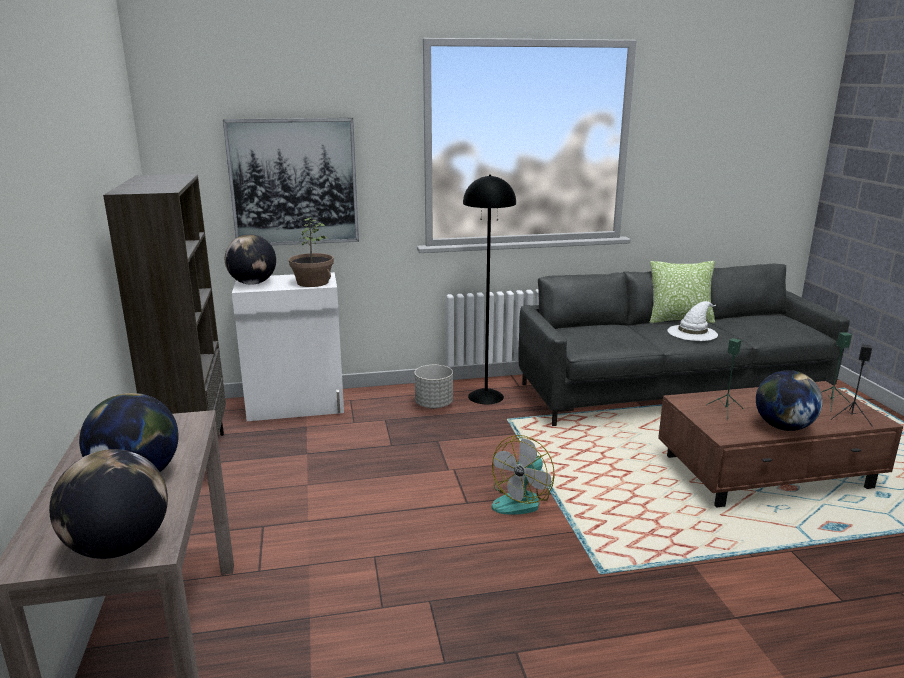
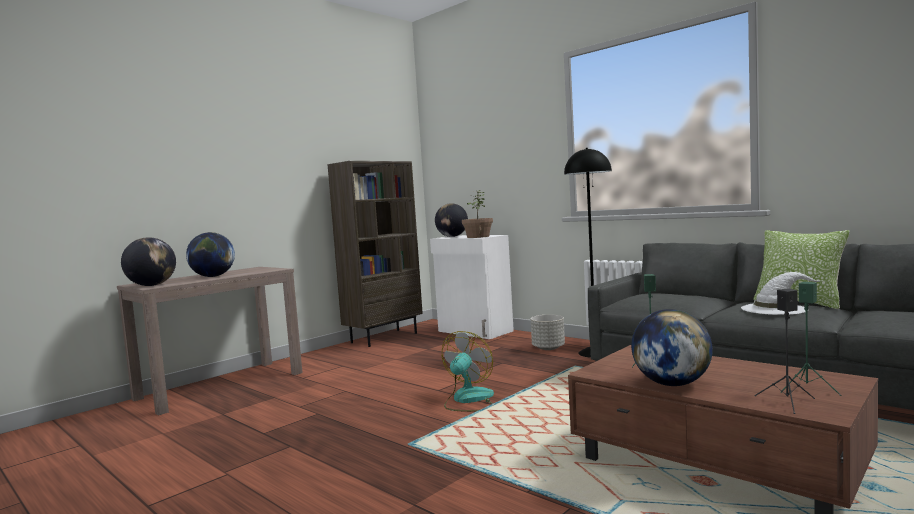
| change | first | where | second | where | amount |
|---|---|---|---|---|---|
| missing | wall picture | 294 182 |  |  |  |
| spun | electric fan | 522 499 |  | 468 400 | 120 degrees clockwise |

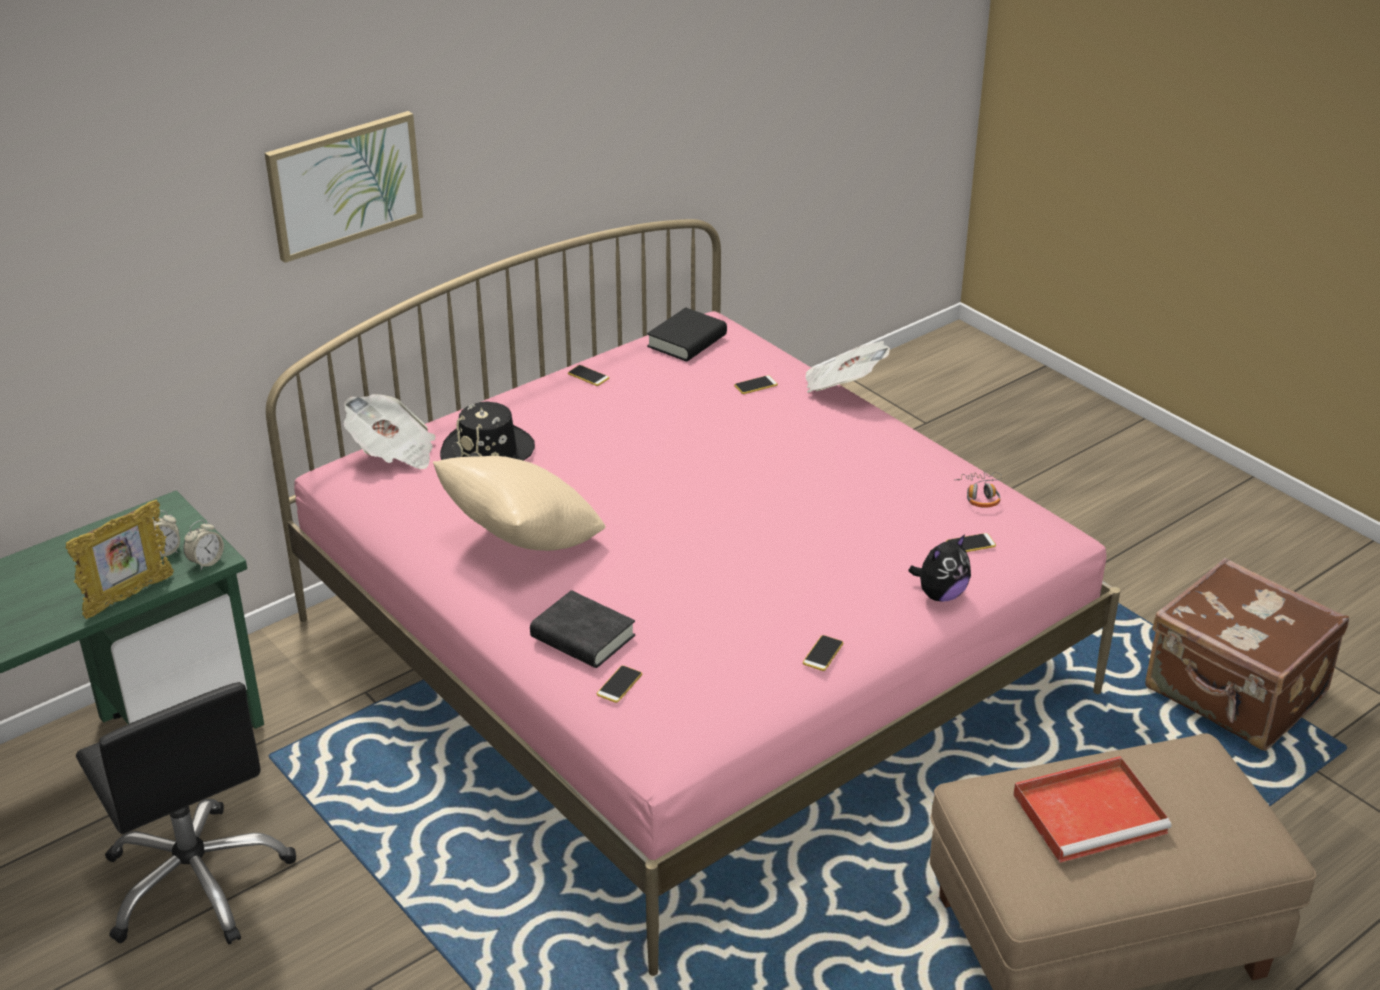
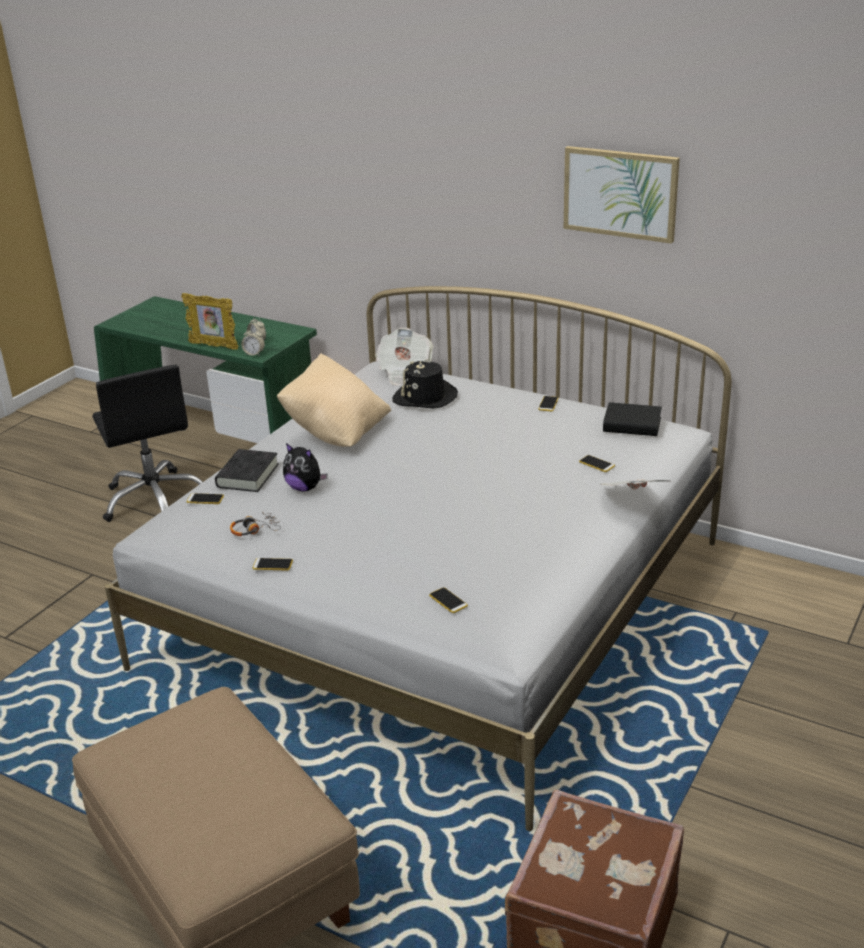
| change | first | where | second | where | amount |
|---|---|---|---|---|---|
| missing | red carrying tray | 1091 812 |  |  |  |
| relocated | wall picture | 344 184 |  | 620 193 |  |
| relocated | plush toy | 940 594 |  | 305 488 |  |
| relocated | headphones | 981 495 |  | 255 530 |  |
| colour | pinkish sleeping bed | 689 655 | white sleeping bed | 438 603 |  |
| spun | black-coloured computer chair | 196 880 |  | 155 499 | 60 degrees counterclockwise |

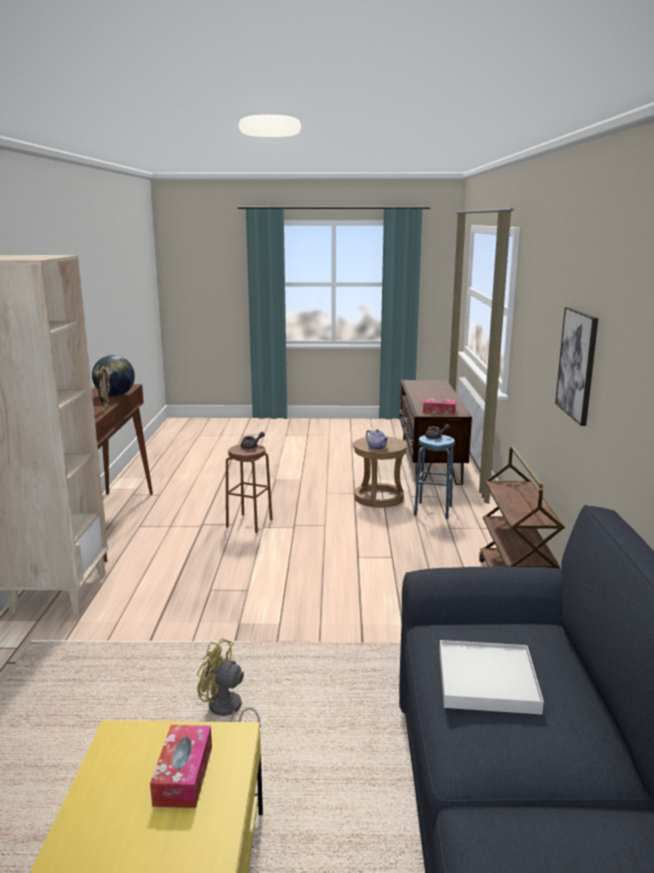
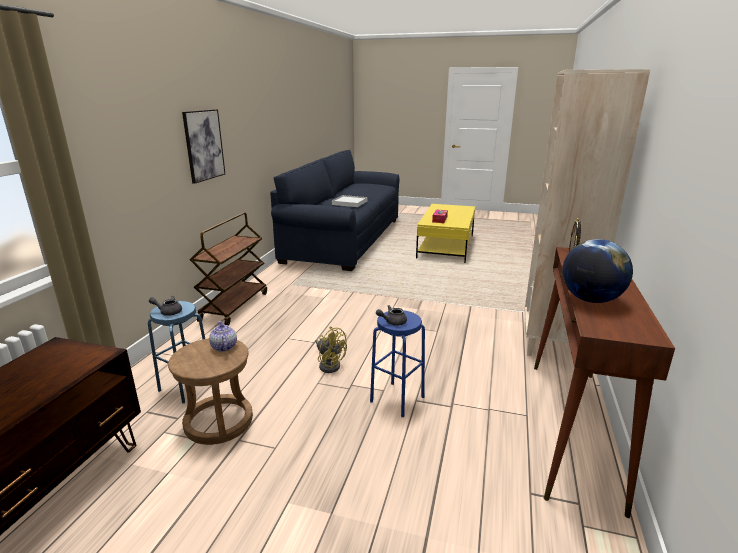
| change | first | where | second | where | amount |
|---|---|---|---|---|---|
| missing | box of tissues | 439 411 |  |  |  |
| relocated | yellow electric fan | 226 711 |  | 329 364 |  |
| colour | brownish sitting stool | 249 523 | blue sitting stool | 397 399 |  |

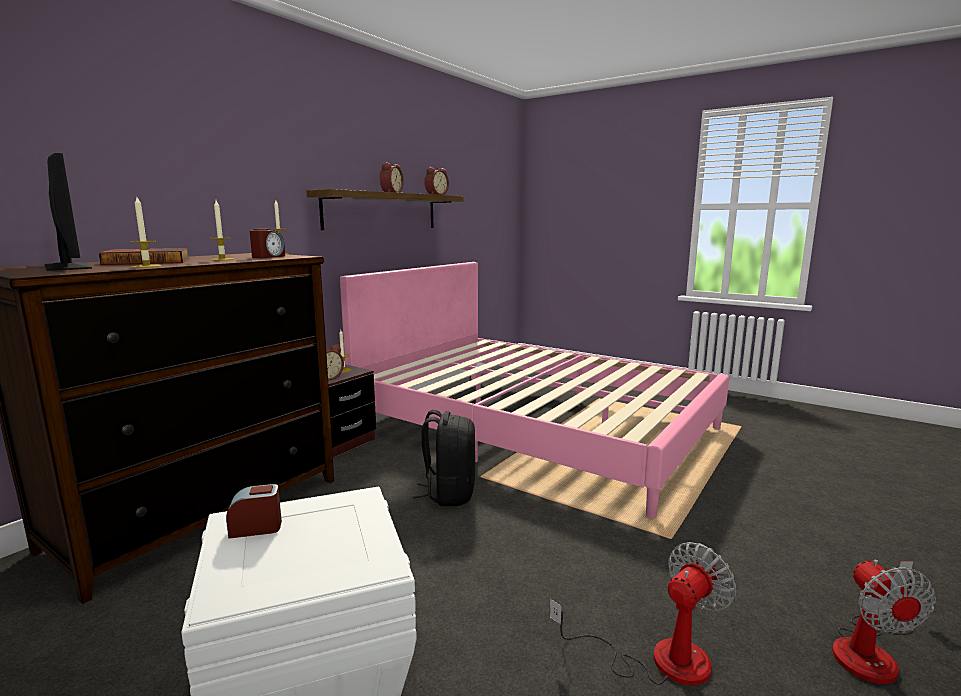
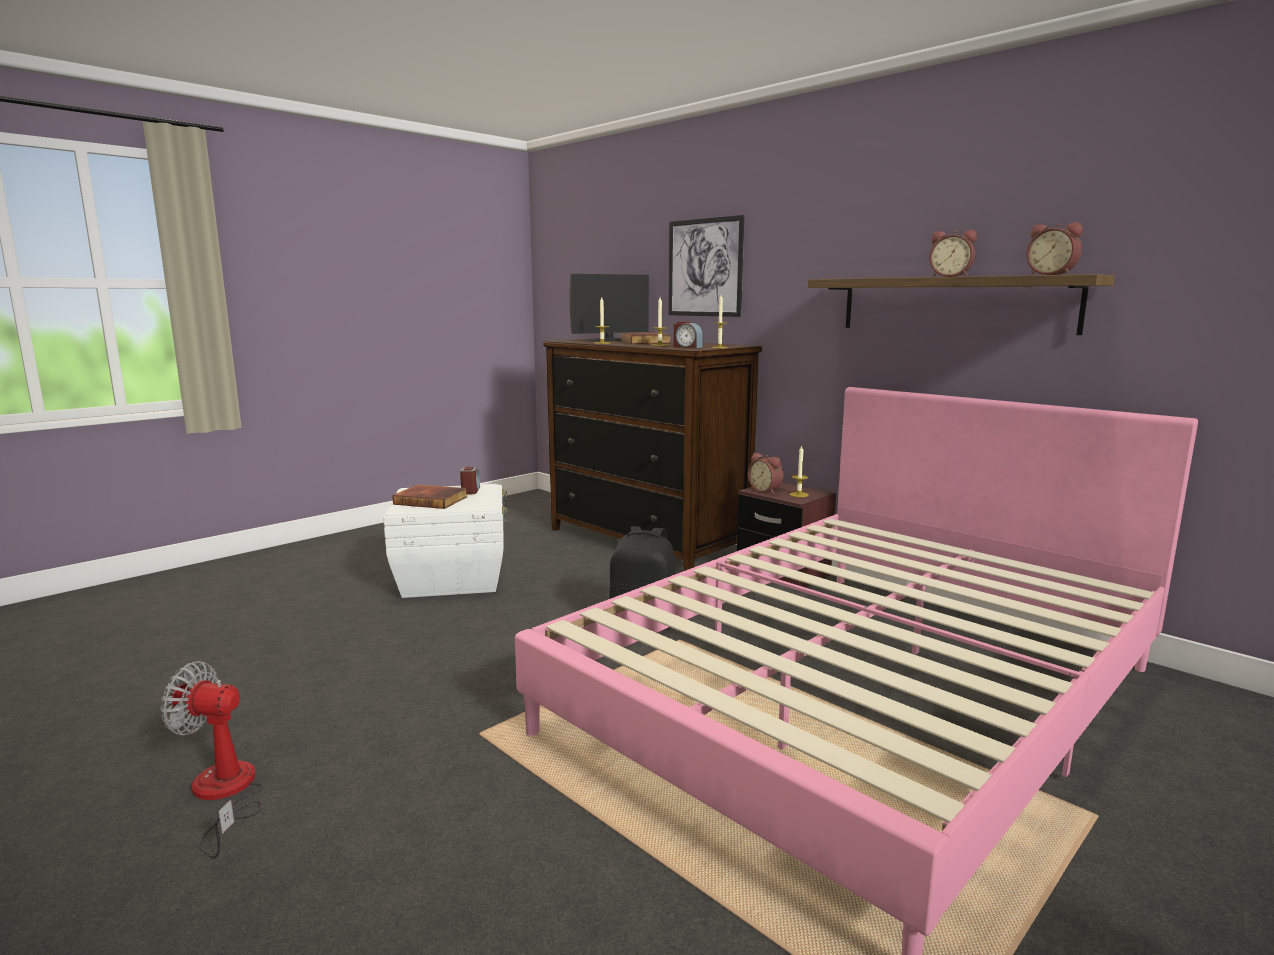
| change | first | where | second | where | amount |
|---|---|---|---|---|---|
| missing | electric fan | 659 659 |  |  |  |
| appeared |  |  | bound book | 432 500 |  |
| appeared |  |  | wall picture | 704 267 |  |

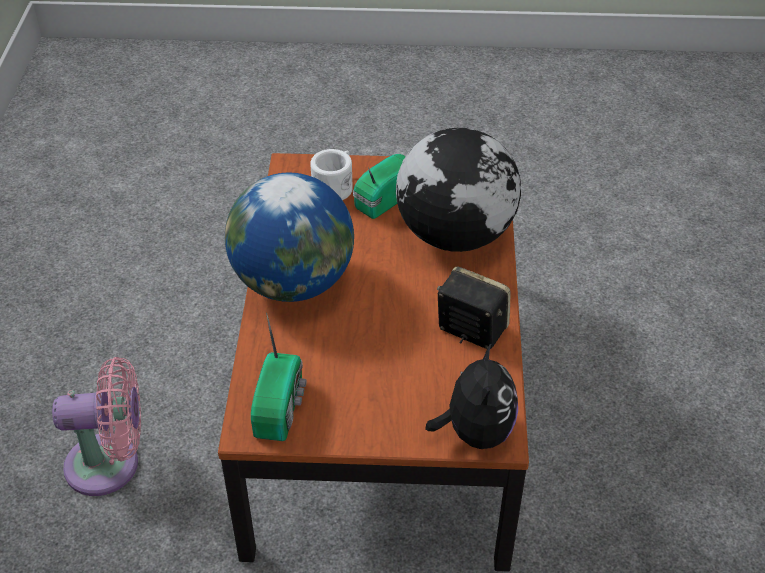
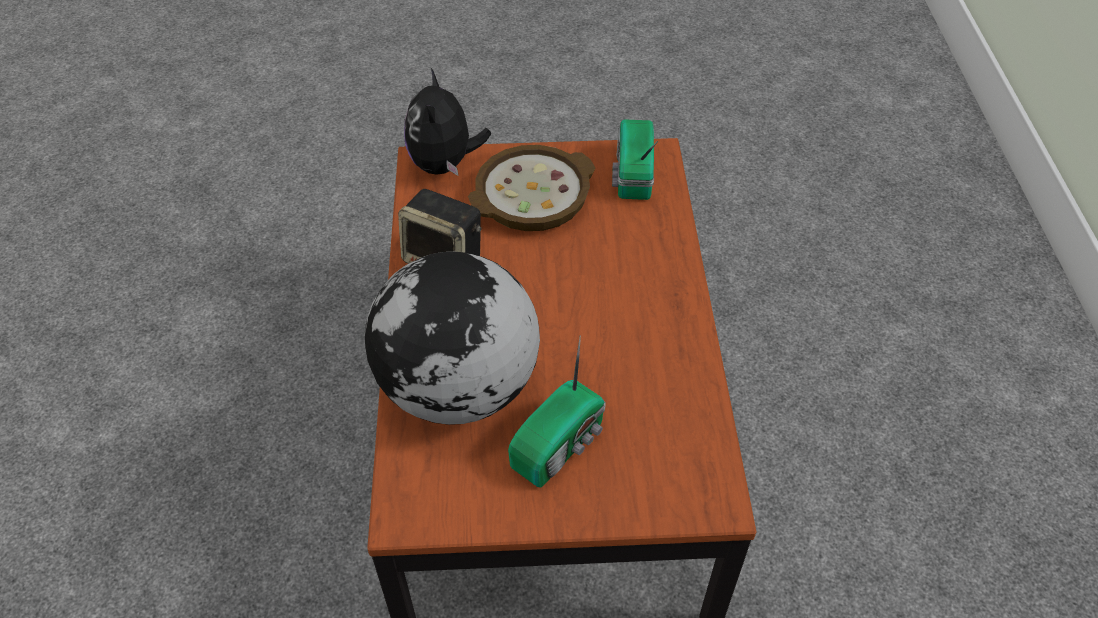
| change | first | where | second | where | amount |
|---|---|---|---|---|---|
| missing | pinkish electric fan | 110 464 |  |  |  |
| missing | desk globe | 293 283 |  |  |  |
| missing | white tea mug | 335 187 |  |  |  |
| appeared |  |  | deep dish | 531 198 |  |

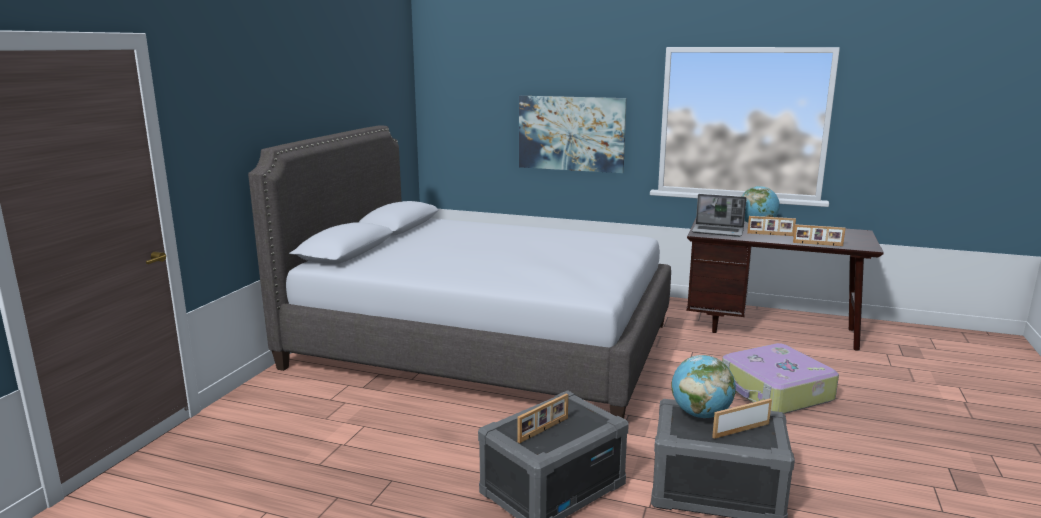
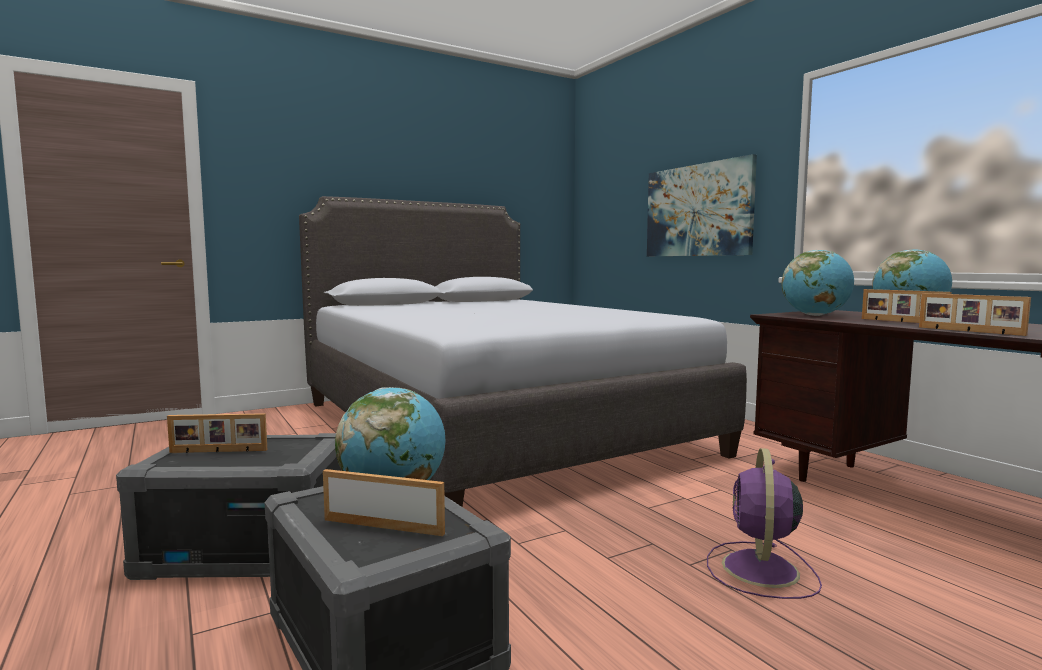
| change | first | where | second | where | amount |
|---|---|---|---|---|---|
| exchanged | portable computer | 718 231 | desk globe | 815 315 |  |
| exchanged | suitcase | 775 392 | purplish electric fan | 760 570 |  |

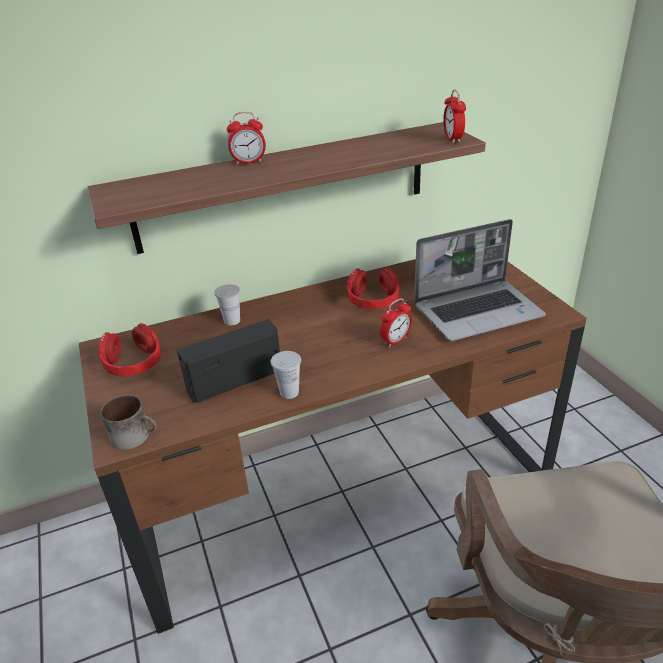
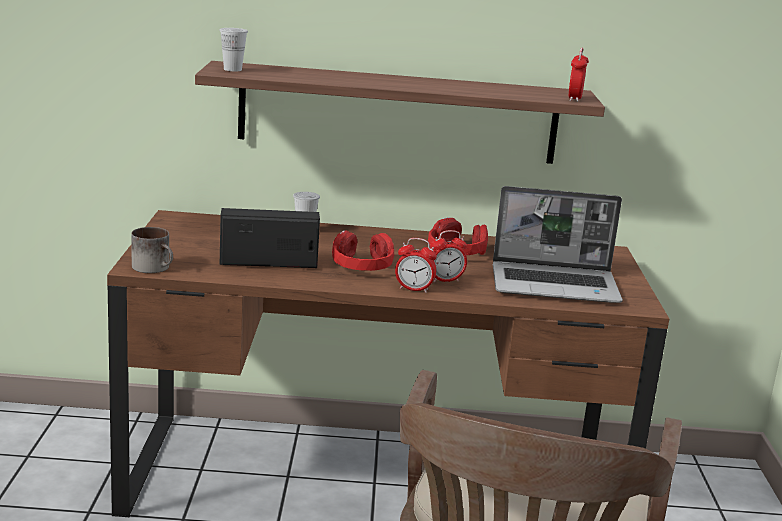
| change | first | where | second | where | amount |
|---|---|---|---|---|---|
| relocated | red headphones | 133 362 |  | 362 266 |  |
| relocated | bedside clock | 249 162 |  | 414 289 |  |
| relocated | white cup | 289 392 |  | 232 69 |  |

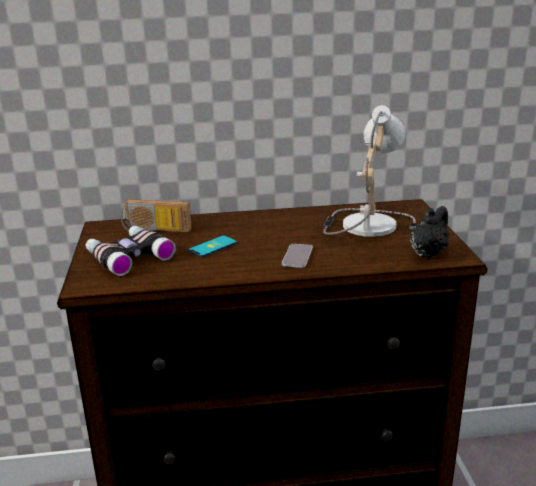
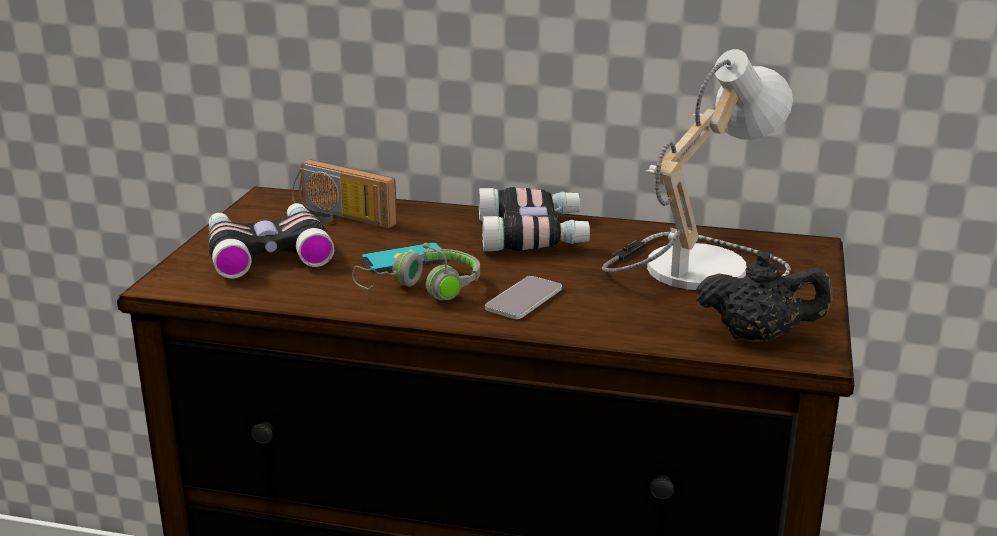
| change | first | where | second | where | amount |
|---|---|---|---|---|---|
| appeared |  |  | greyish headphones | 424 288 |  |
| appeared |  |  | field glasses | 534 233 |  |
| spun | black-coloured teapot | 428 253 |  | 758 337 | 45 degrees clockwise |

